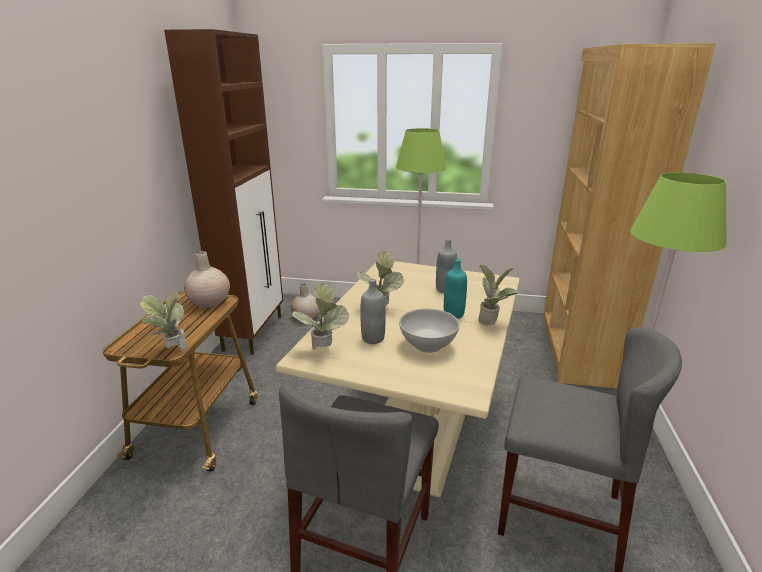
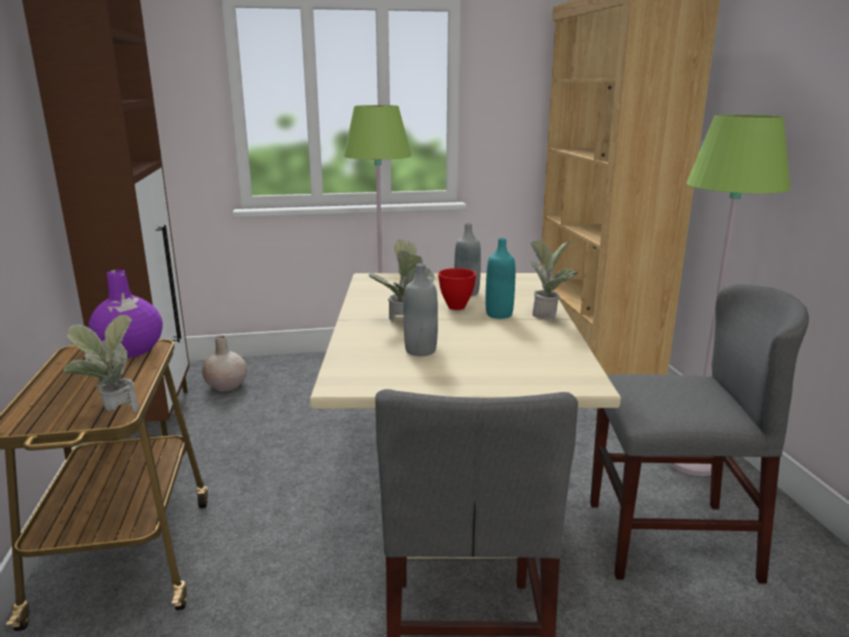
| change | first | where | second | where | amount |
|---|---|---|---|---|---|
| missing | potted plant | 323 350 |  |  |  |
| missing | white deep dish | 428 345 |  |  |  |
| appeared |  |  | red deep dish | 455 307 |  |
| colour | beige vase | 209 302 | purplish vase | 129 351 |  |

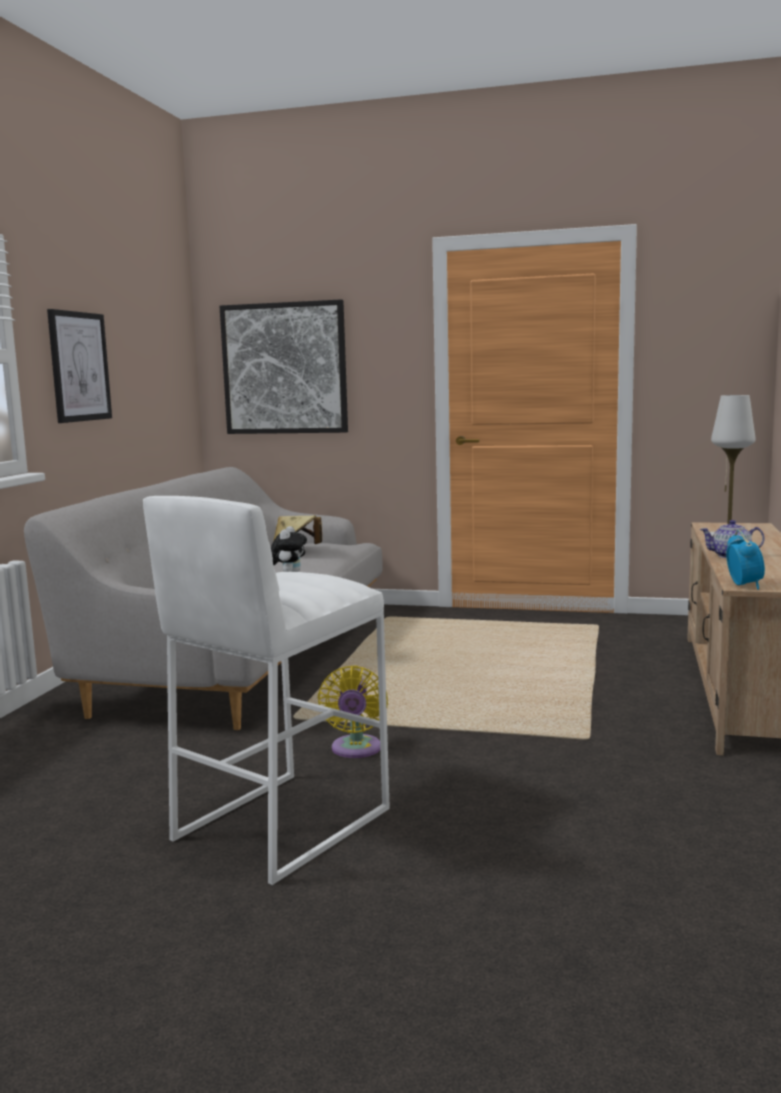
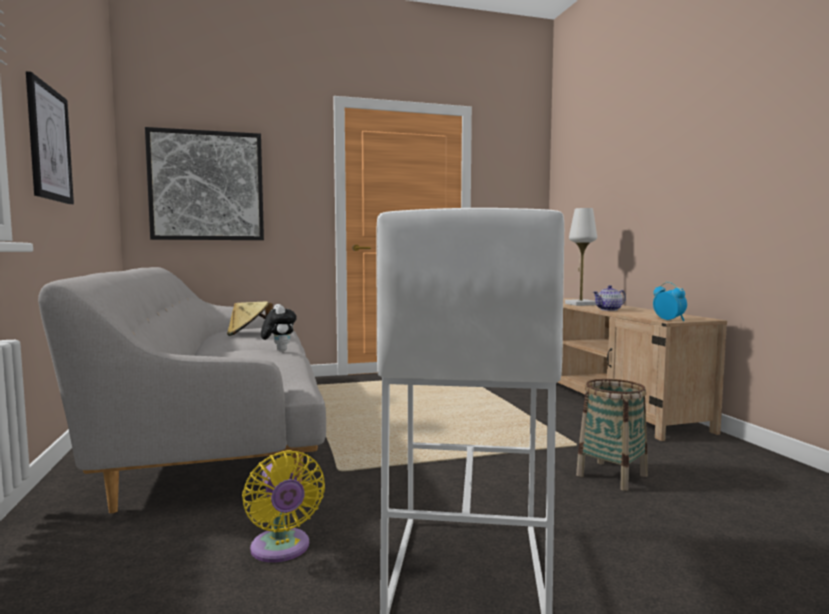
| change | first | where | second | where | amount |
|---|---|---|---|---|---|
| appeared |  |  | basket | 612 475 |  |
| relocated | yellow electric fan | 356 750 |  | 281 549 |  |

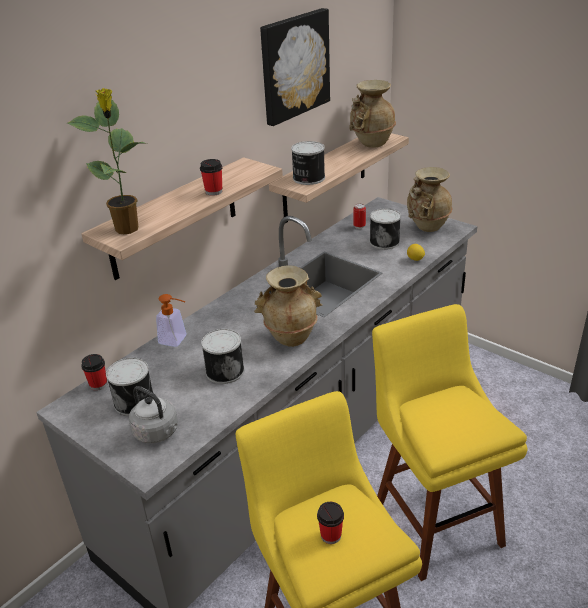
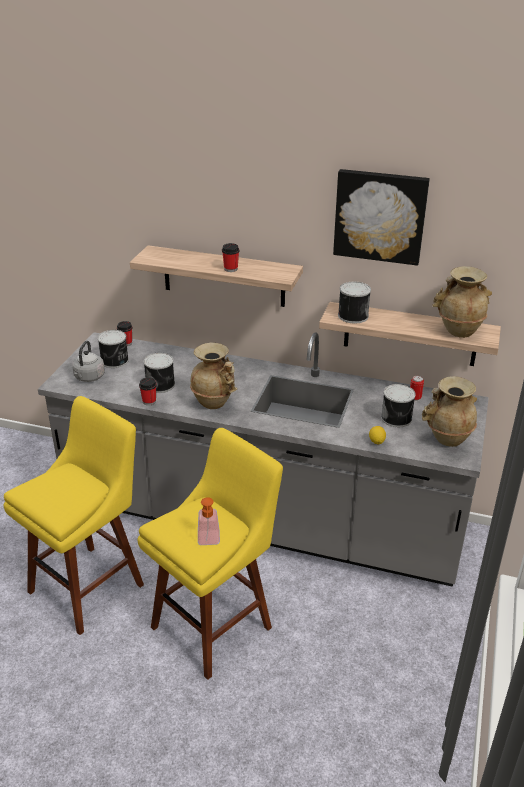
| change | first | where | second | where | amount |
|---|---|---|---|---|---|
| missing | potted plant | 128 229 |  |  |  |
| relocated | liquid soap bottle | 177 340 |  | 208 541 |  |
| relocated | cup | 331 535 |  | 149 401 |  |

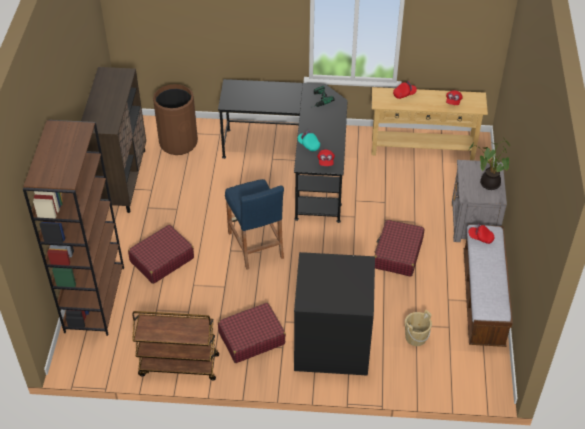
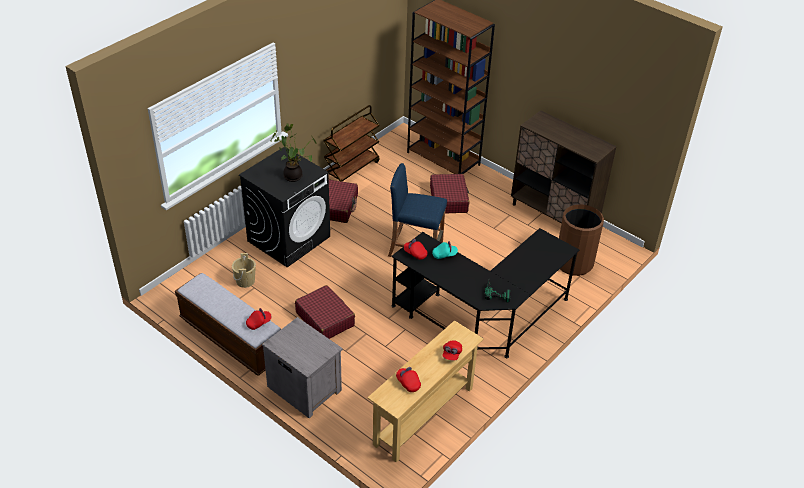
| change | first | where | second | where | amount |
|---|---|---|---|---|---|
| relocated | potted plant | 488 183 |  | 294 175 |  |

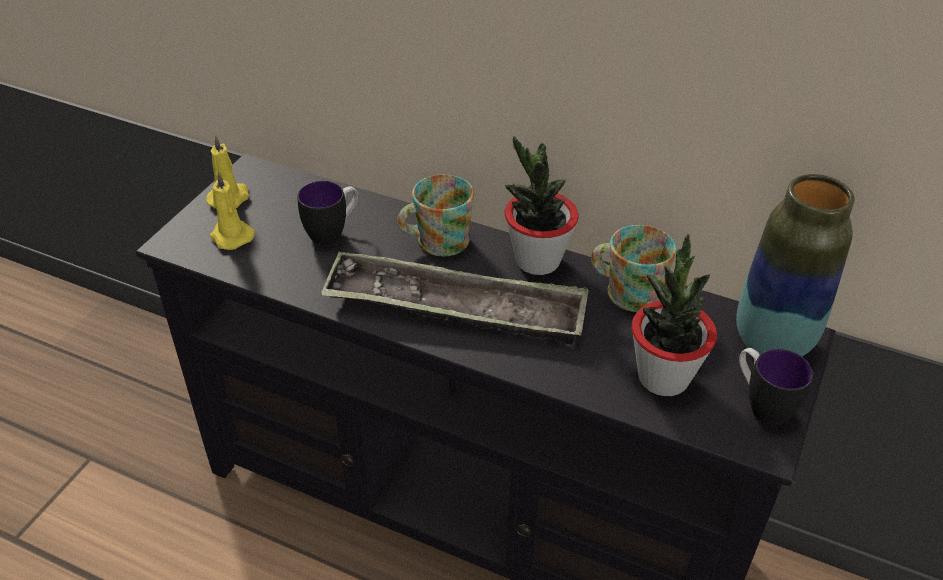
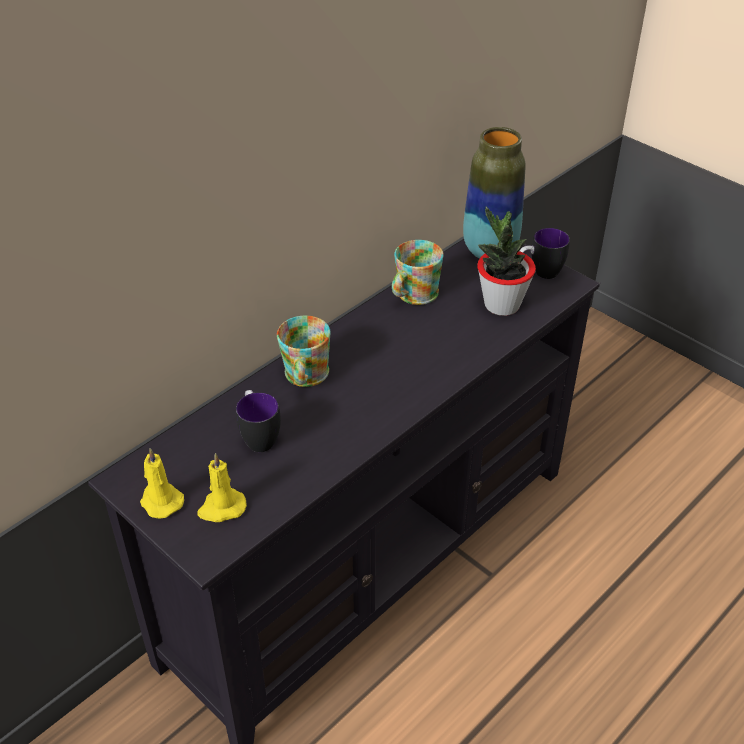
| change | first | where | second | where | amount |
|---|---|---|---|---|---|
| missing | carrying tray | 455 308 |  |  |  |
| missing | potted plant | 537 260 |  |  |  |

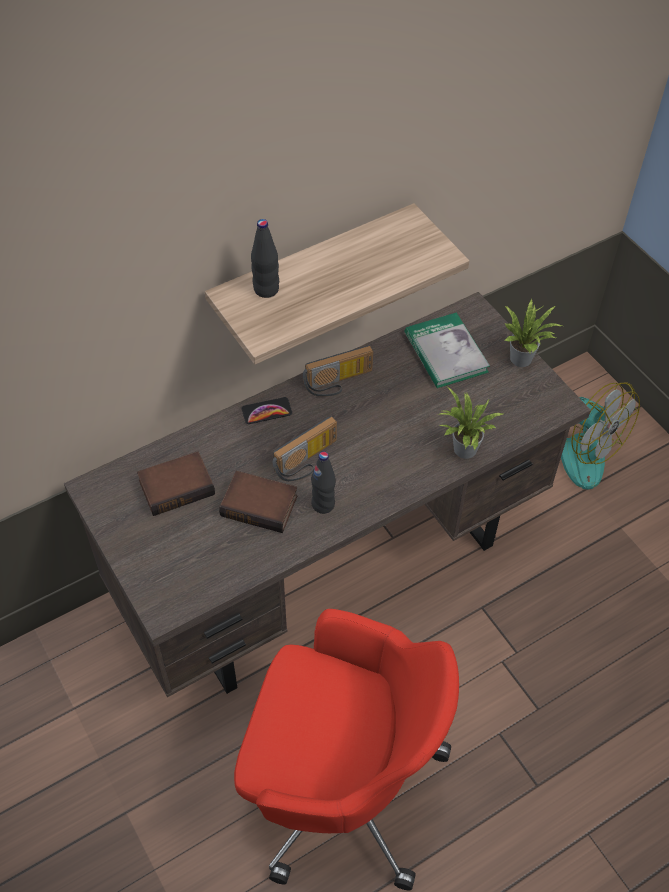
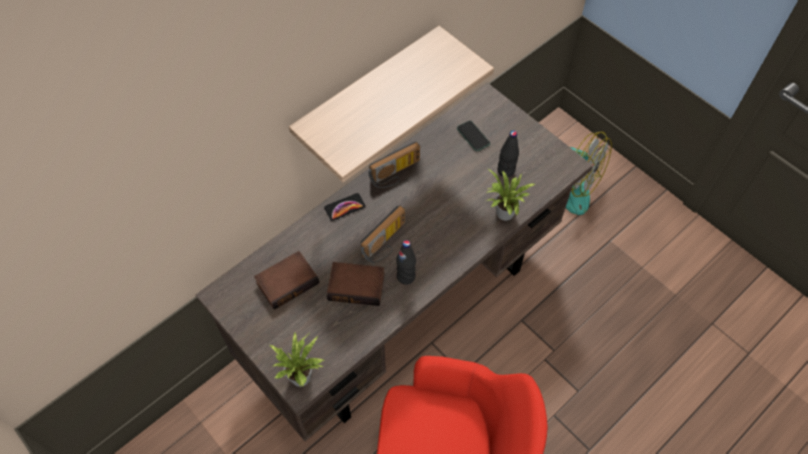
| change | first | where | second | where | amount |
|---|---|---|---|---|---|
| relocated | black-coloured bottle | 266 290 |  | 506 171 |  |
| relocated | potted plant | 523 358 |  | 303 375 |  |
| exchanged | bound book | 445 353 | phone | 473 136 |  |

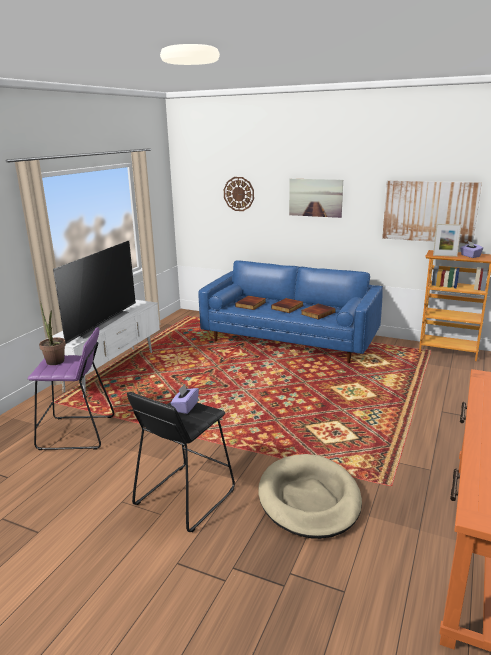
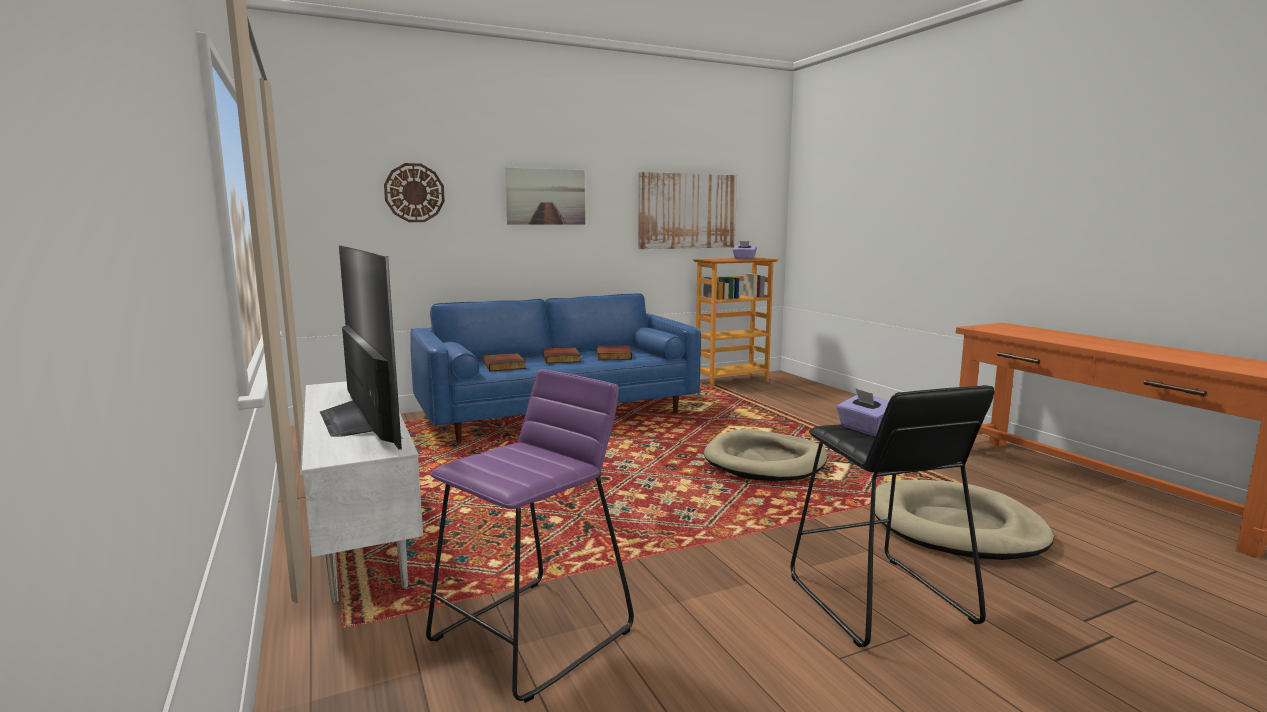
| change | first | where | second | where | amount |
|---|---|---|---|---|---|
| missing | potted plant | 56 363 |  |  |  |
| missing | standing frame | 445 256 |  |  |  |
| appeared |  |  | beige dog bed | 765 461 |  |

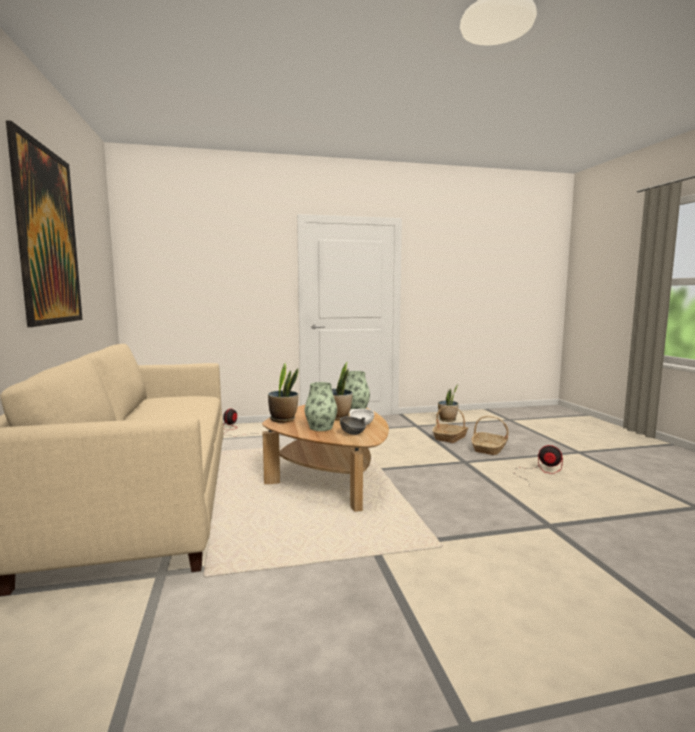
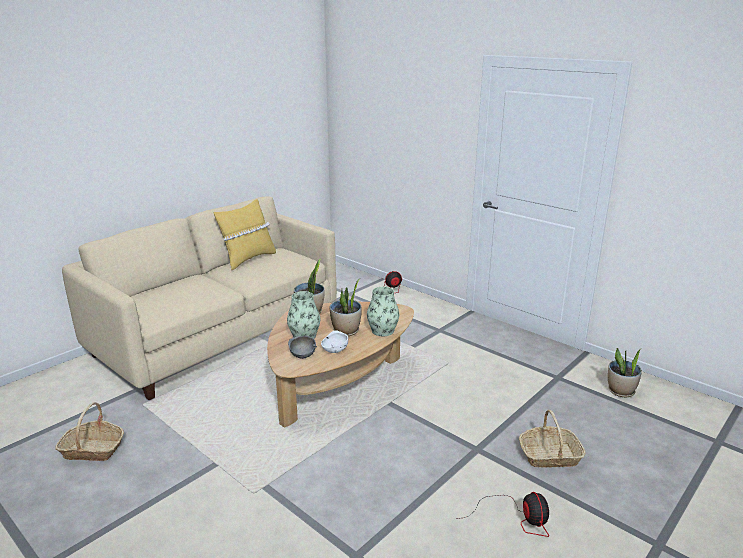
| change | first | where | second | where | amount |
|---|---|---|---|---|---|
| missing | wall picture | 47 236 |  |  |  |
| appeared |  |  | yellow cushion | 248 259 |  |
| relocated | basket | 450 438 |  | 93 449 |  |

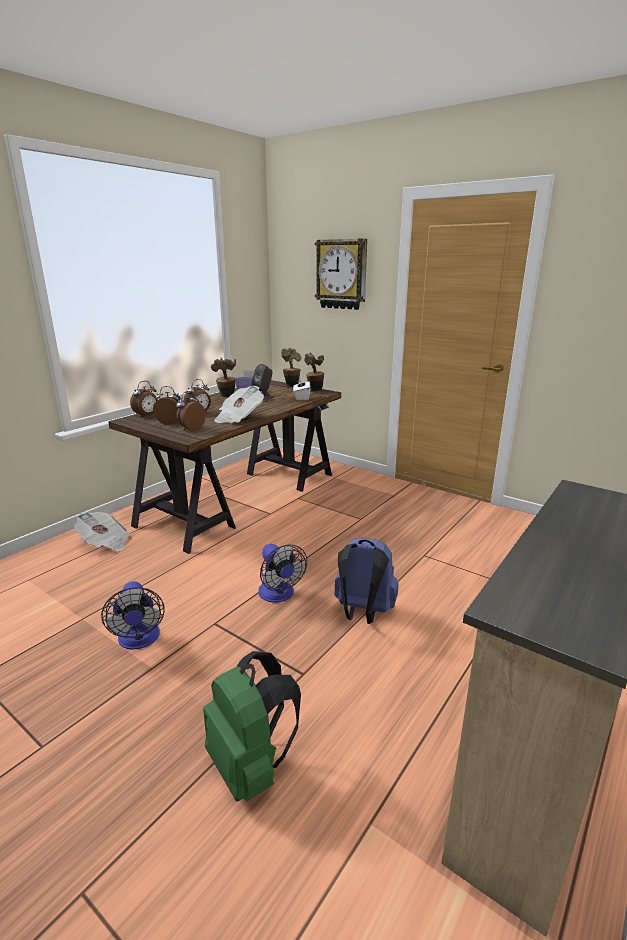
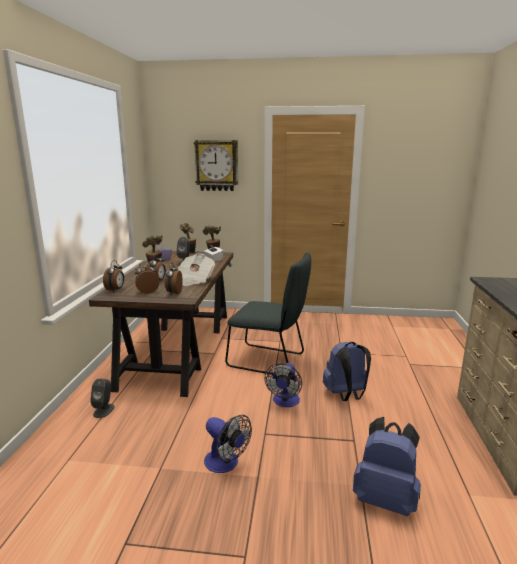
| change | first | where | second | where | amount |
|---|---|---|---|---|---|
| appeared |  |  | greyish plain chair | 269 361 |  |
| exchanged | newspaper | 105 543 | greyish audio speaker | 104 410 |  |
| colour | green-coloured rucksack | 251 766 | blue rucksack | 385 499 |  |
| spun | electric fan | 279 595 |  | 285 402 | 75 degrees clockwise |

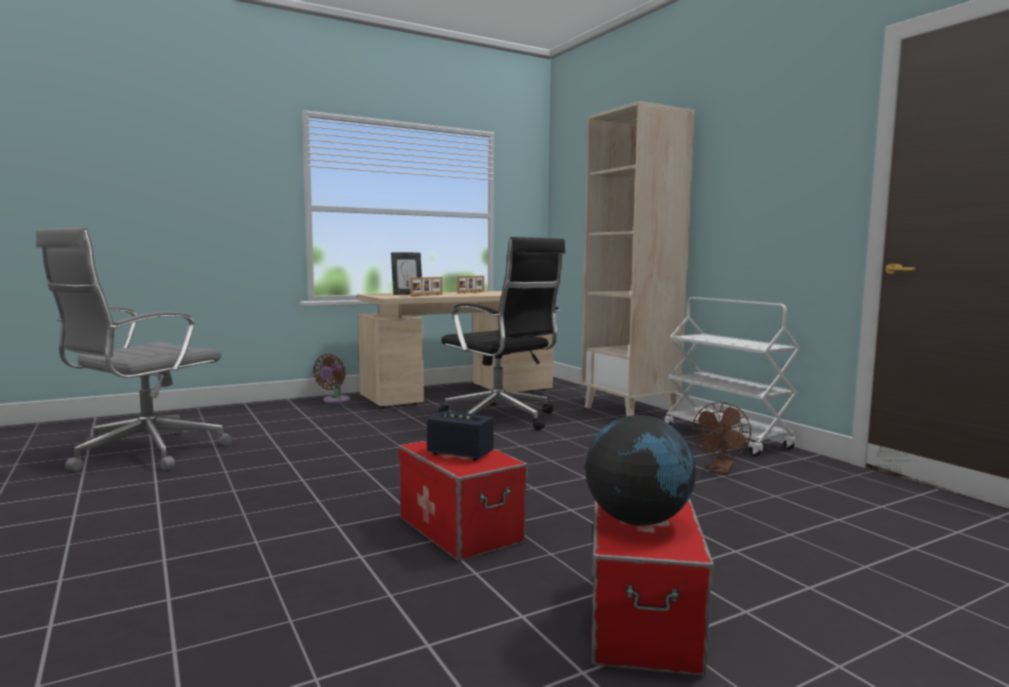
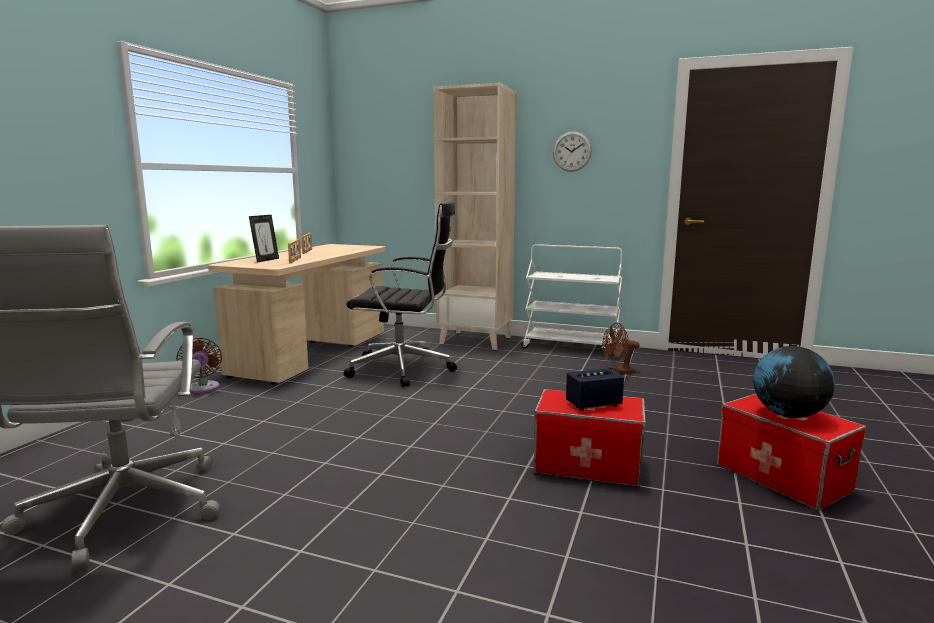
| change | first | where | second | where | amount |
|---|---|---|---|---|---|
| appeared |  |  | wall clock | 572 151 |  |
| spun | brownish electric fan | 720 471 |  | 618 372 | 90 degrees clockwise |

